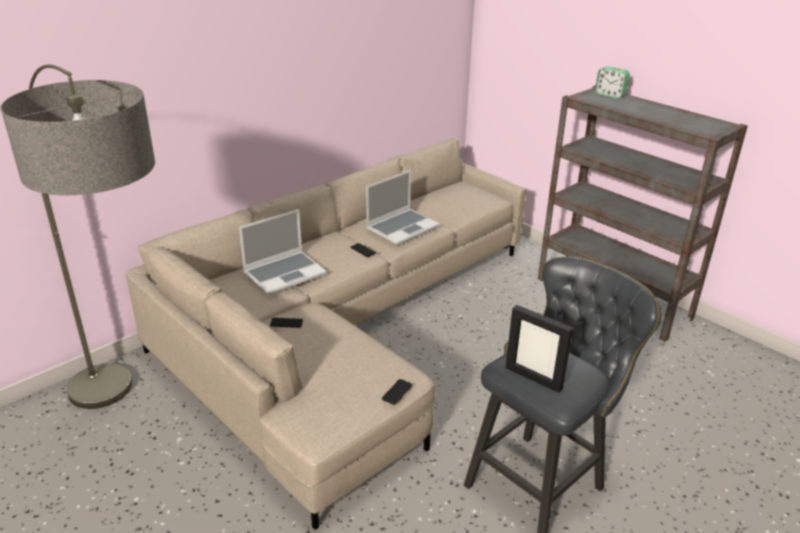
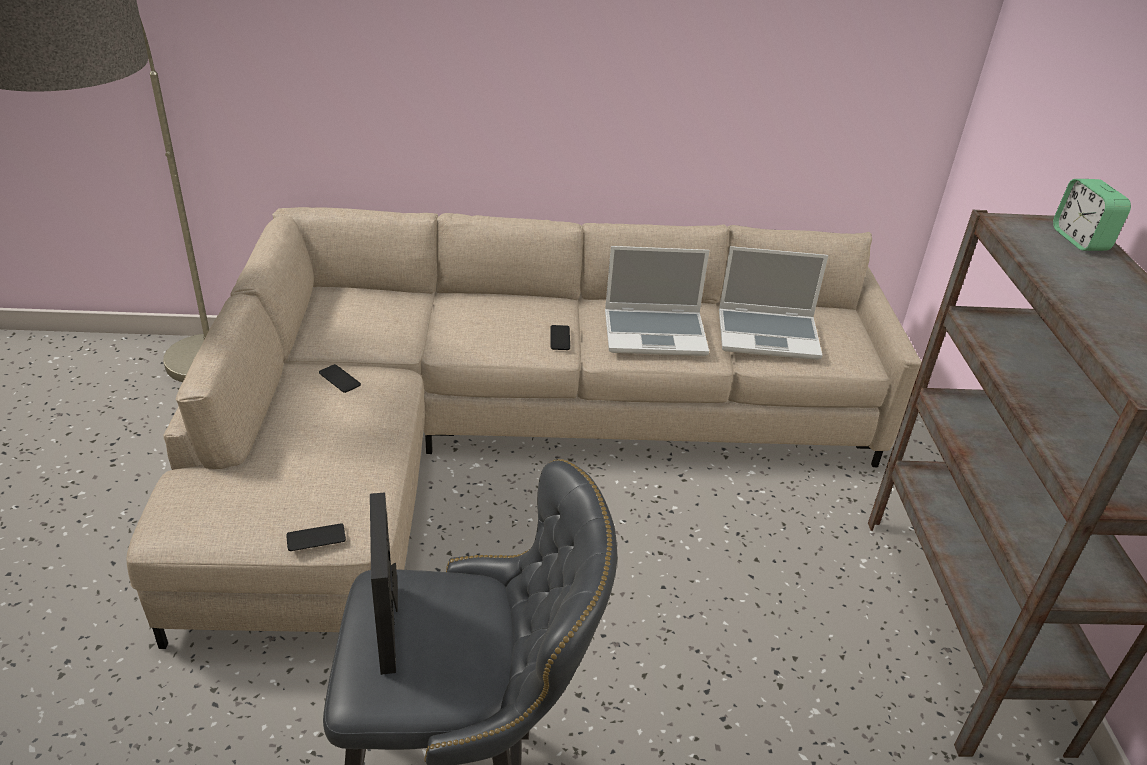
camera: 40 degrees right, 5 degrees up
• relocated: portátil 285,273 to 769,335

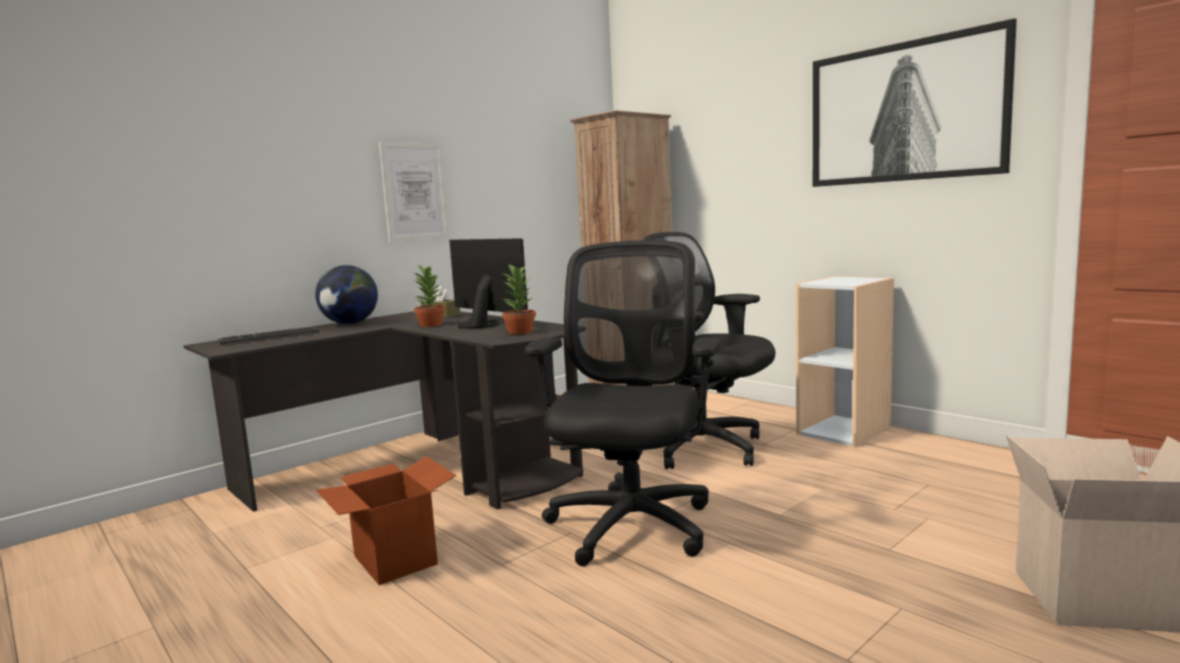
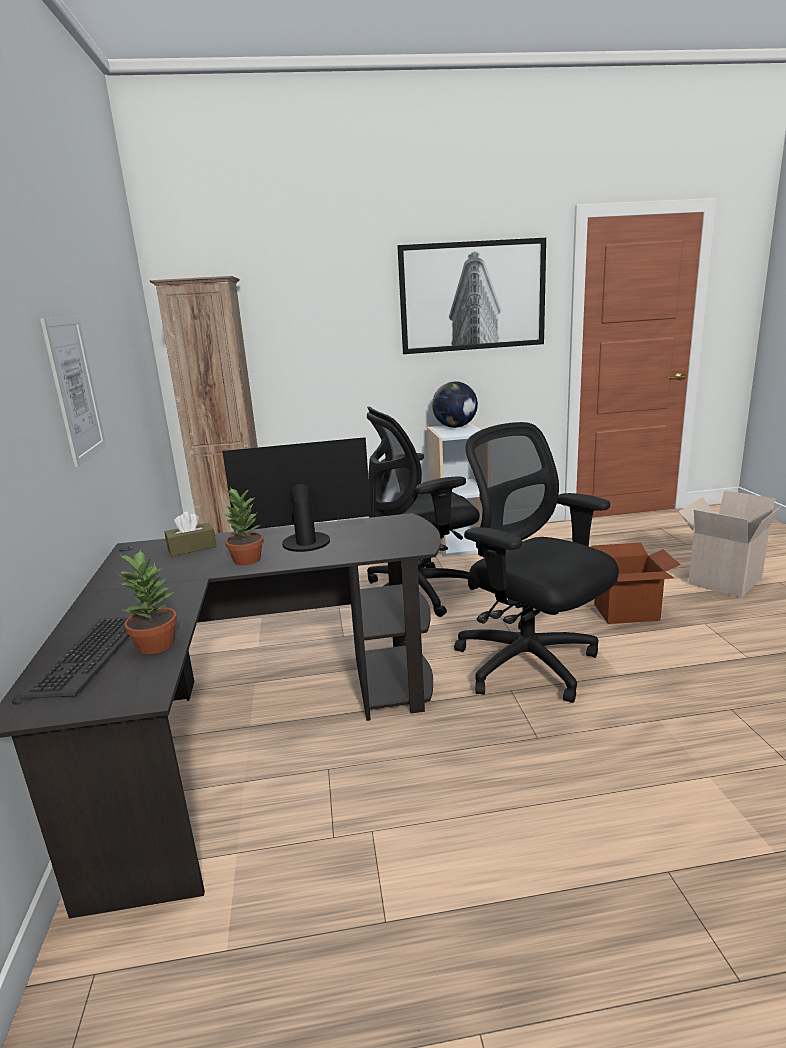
camera: 55 degrees left, 10 degrees up
• relocated: planta en maceta 520,332 to 155,644
• relocated: globo terráqueo 350,323 to 455,427
• relocated: caja de cartón 394,560 to 625,612

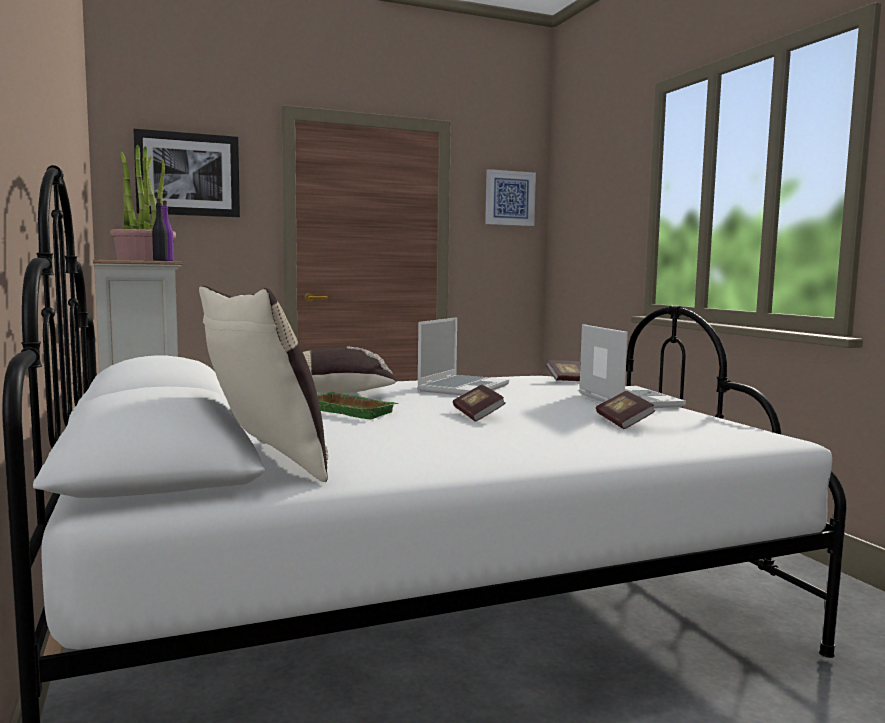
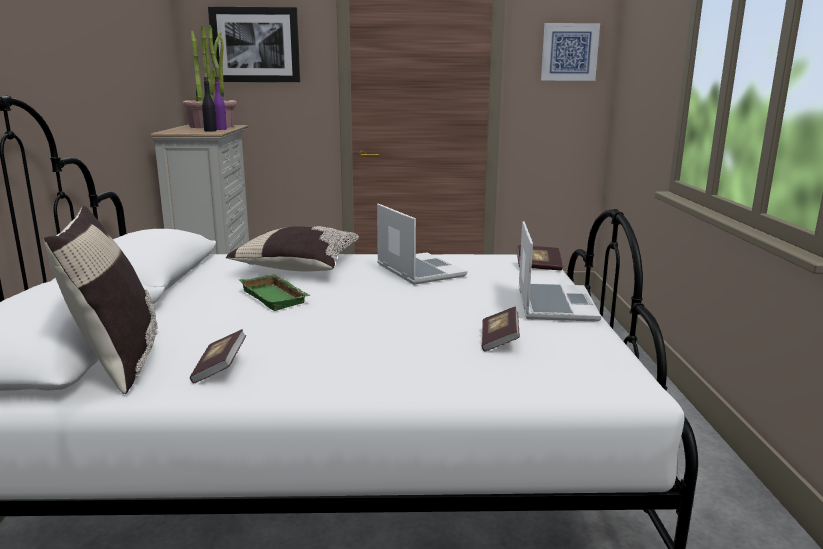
camera: 20 degrees right, 10 degrees up
• relocated: libro 478,415 to 220,369
• spun: portátil 463,388 = 418,270 75 degrees counterclockwise

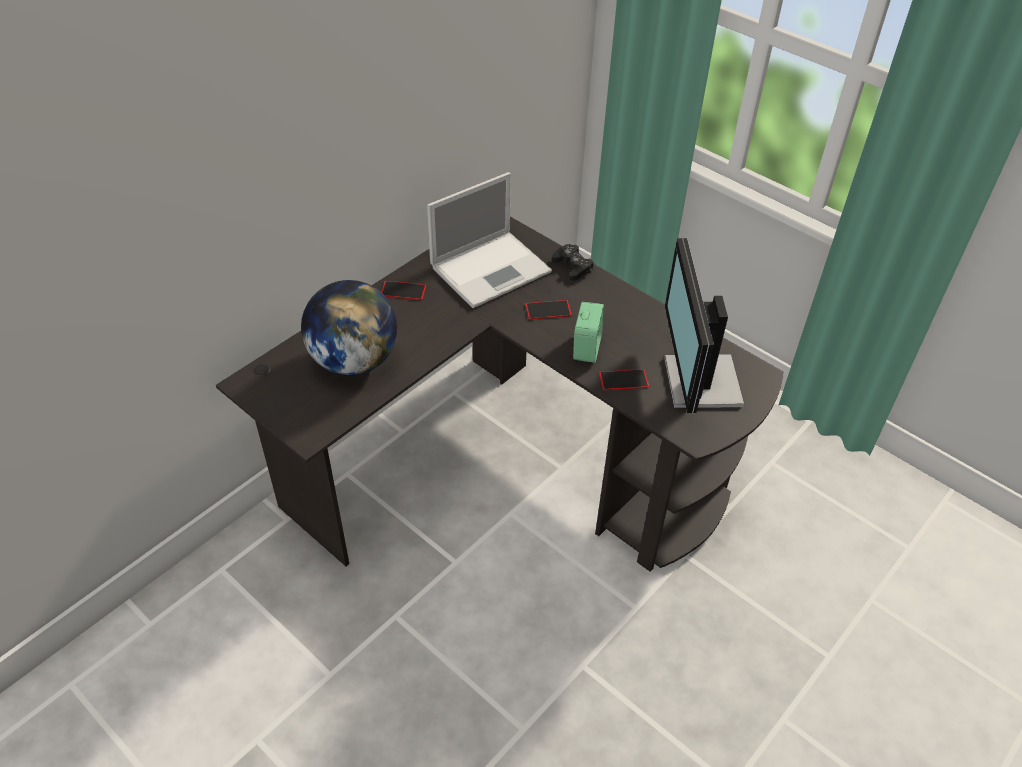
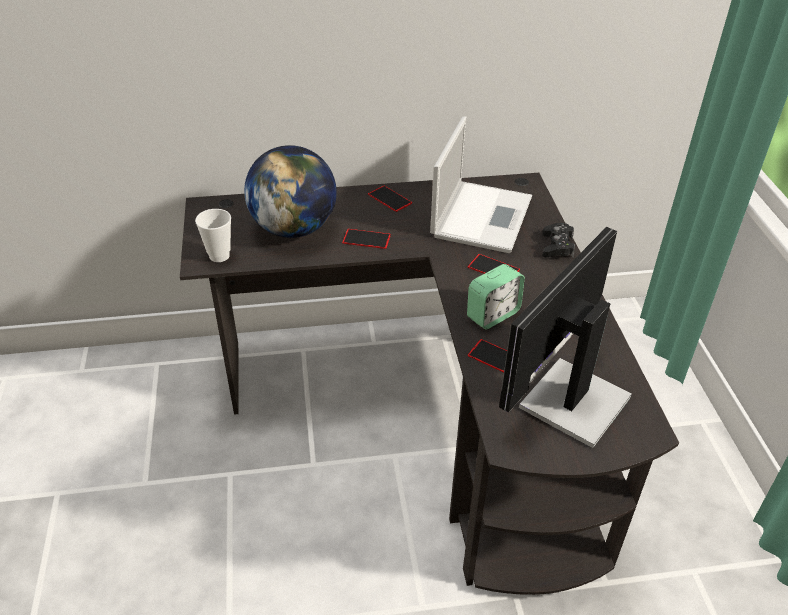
camera: 40 degrees right, 5 degrees down
• appeared: taza 219,256
• appeared: móvil 366,239
• spun: portátil 492,268 = 482,215 75 degrees counterclockwise

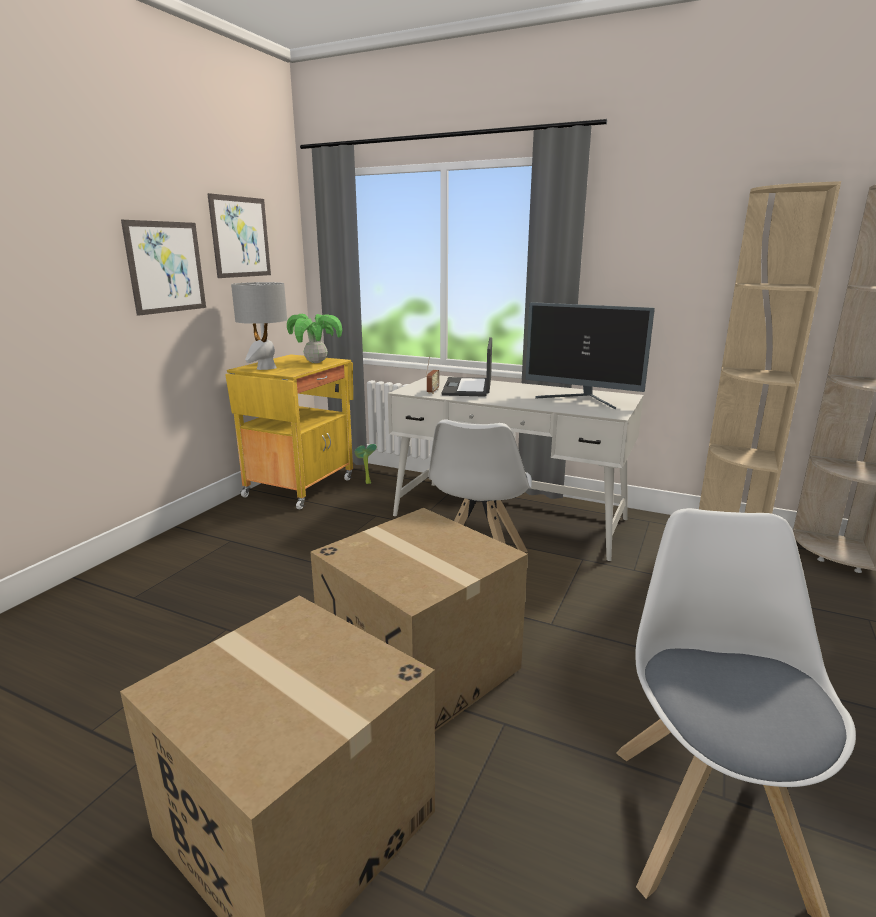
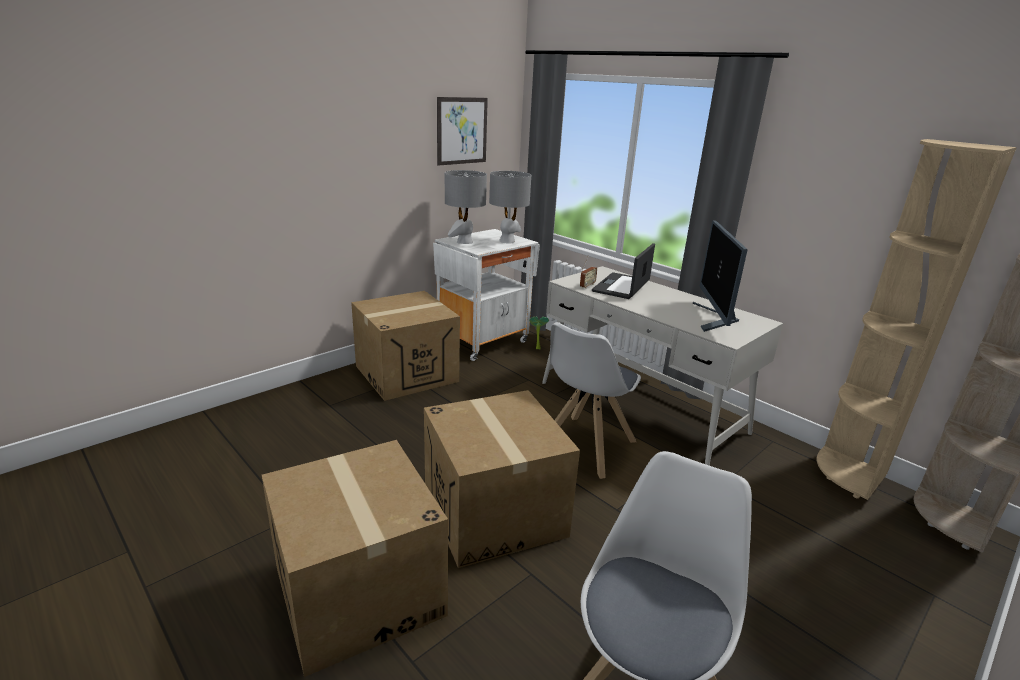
camera: 20 degrees right, 5 degrees up
• appeared: caja de cartón 406,373
• colour: carrito/amarillo 301,487 to carrito/blanco 483,341
• exchanged: planta en maceta 316,362 to lámpara de mesa/gris 507,241
• spun: monitor 582,400 = 714,319 45 degrees clockwise
• missing: cuadro 166,267

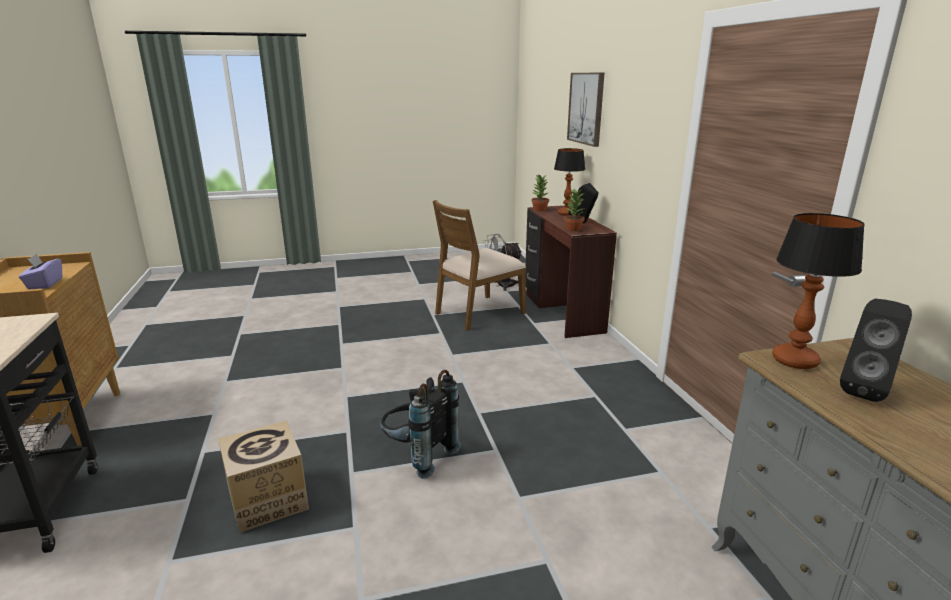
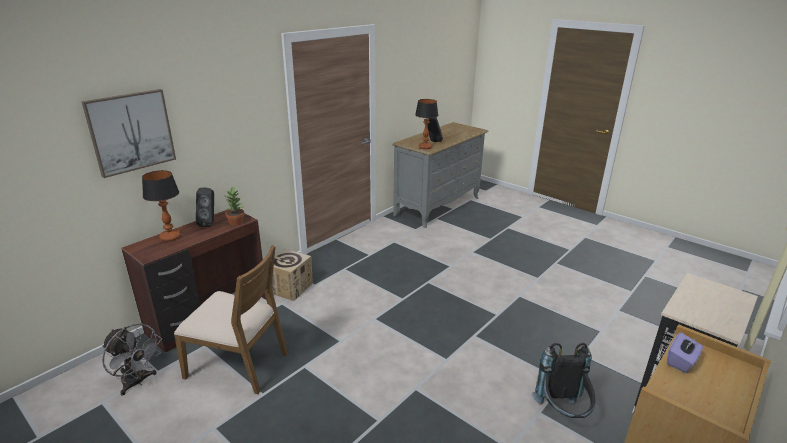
camera: 125 degrees left, 5 degrees up
• relocated: caja de cartón 268,500 to 290,288
• relocated: mochila/negro 418,456 to 562,413
• missing: planta en maceta 539,209

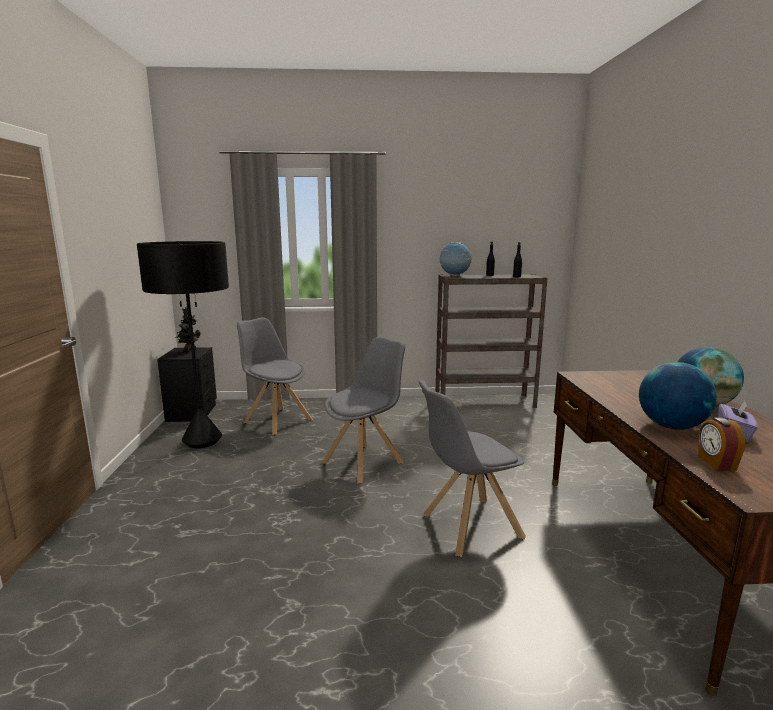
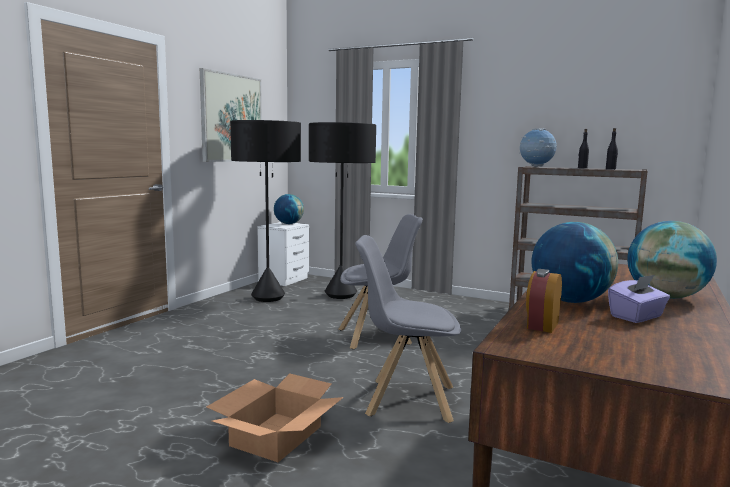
camera: 30 degrees right, 5 degrees down
• appeared: cuadro 231,118
• appeared: caja de cartón 276,436
• colour: mesita de noche/negro 193,412 to mesita de noche/blanco 285,279
• exchanged: planta en maceta 189,350 to globo terráqueo 288,224
• exchanged: silla/gris 275,420 to lámpara de pie/negro 340,295

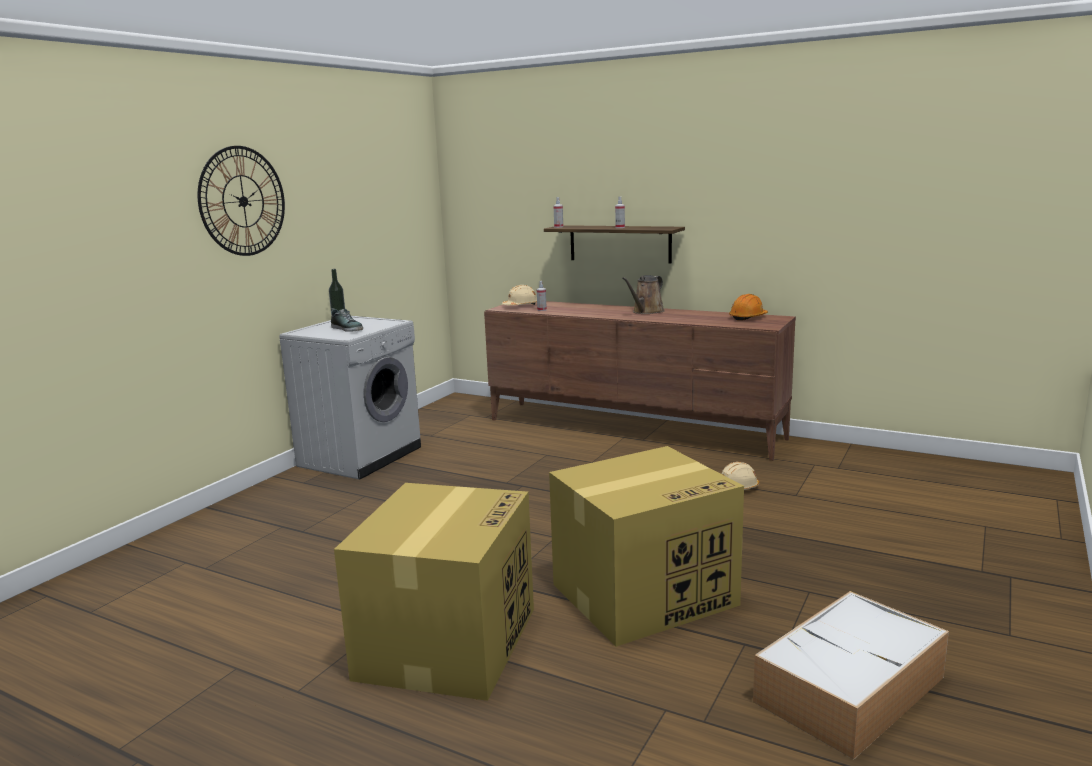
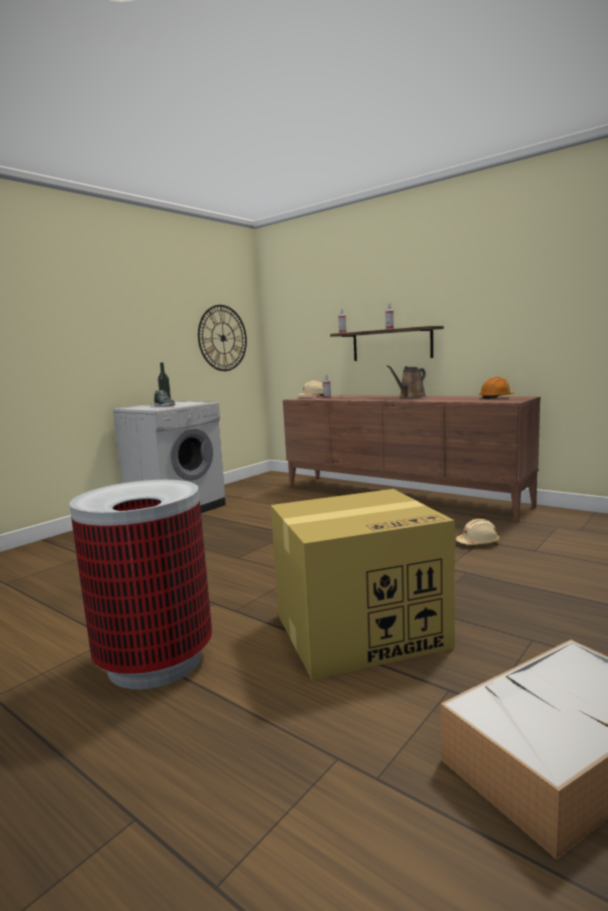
camera: 10 degrees right, 5 degrees down
• exchanged: caja de cartón 448,641 to papelera 155,660
• relocated: reloj de pared 243,201 to 223,338

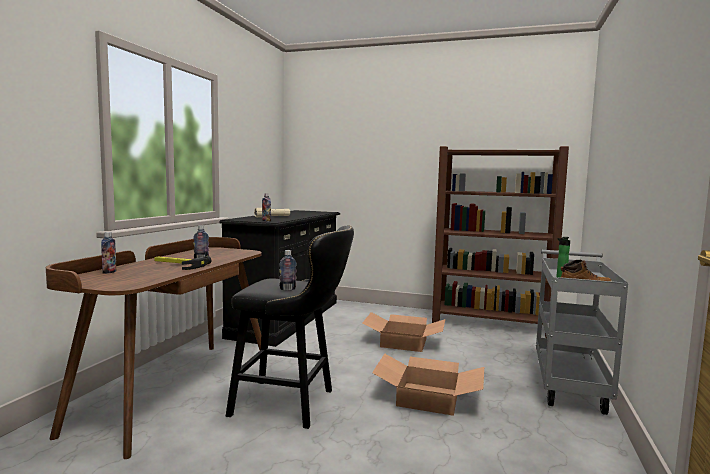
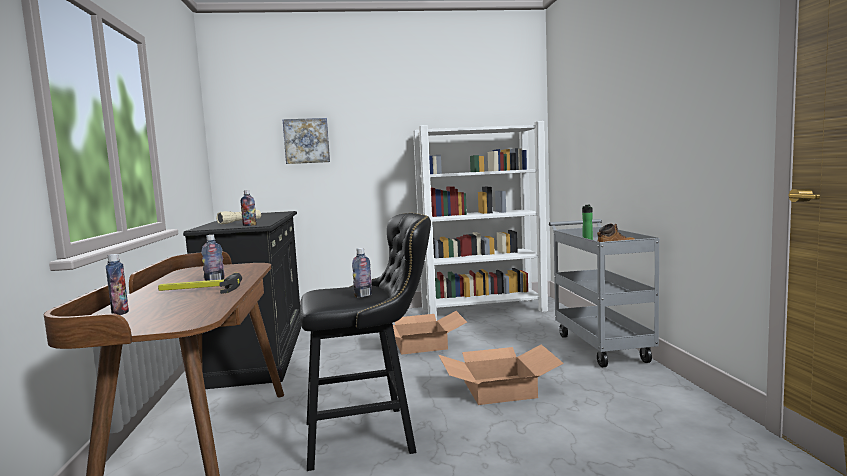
camera: 25 degrees left, 0 degrees up
• appeared: cuadro 306,141
• colour: estantería/marrón 491,324 to estantería/blanco 483,309

